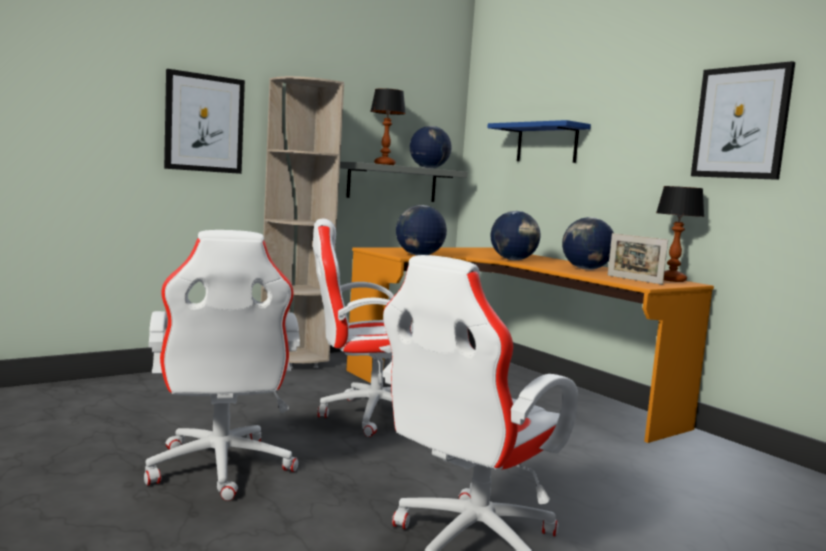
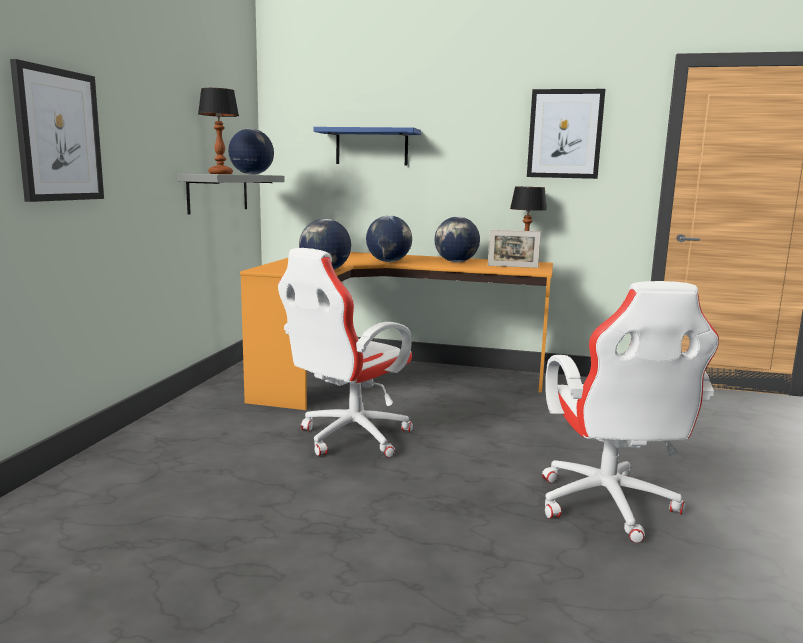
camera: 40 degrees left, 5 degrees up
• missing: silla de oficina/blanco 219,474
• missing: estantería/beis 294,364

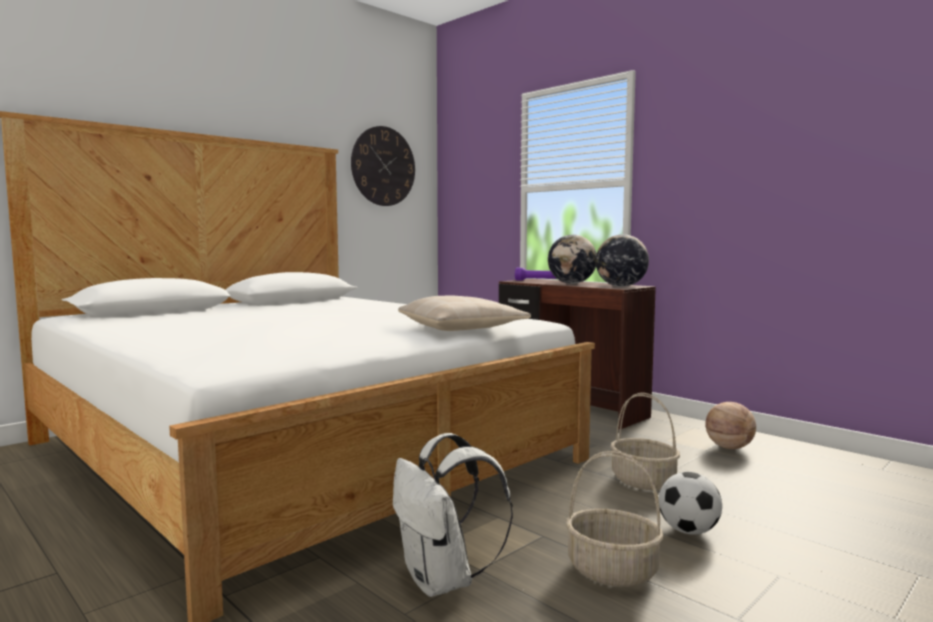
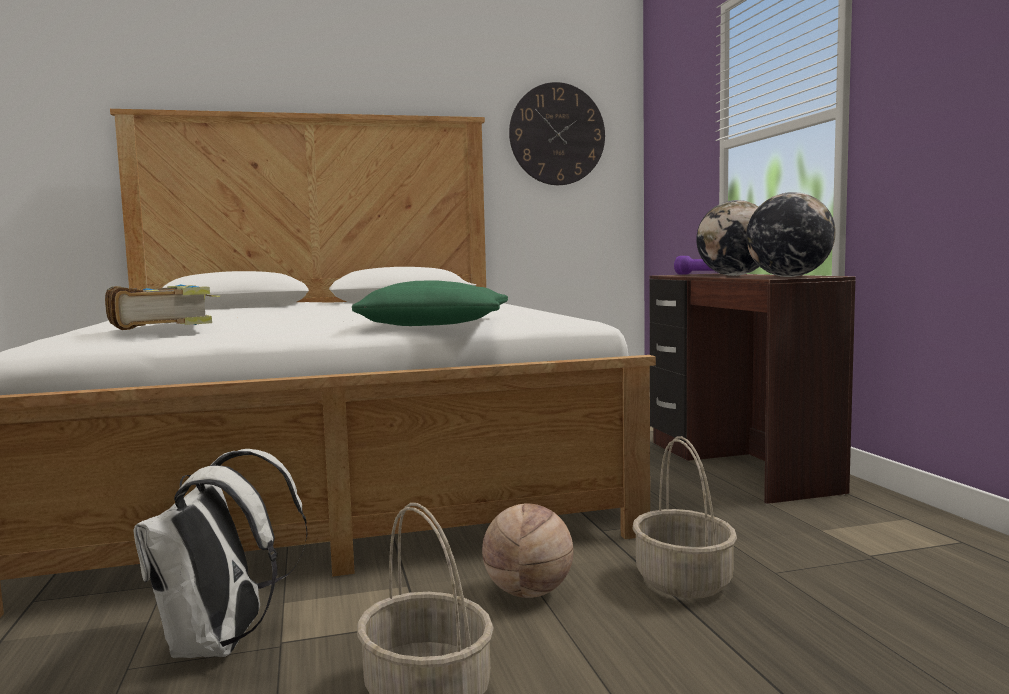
camera: 30 degrees right, 0 degrees up
• appeared: libro 161,324
• colour: cojín/beis 462,328 to cojín/verde 437,324
• relocated: balón de baloncesto 729,448 to 529,593
• missing: balón de fútbol 688,531

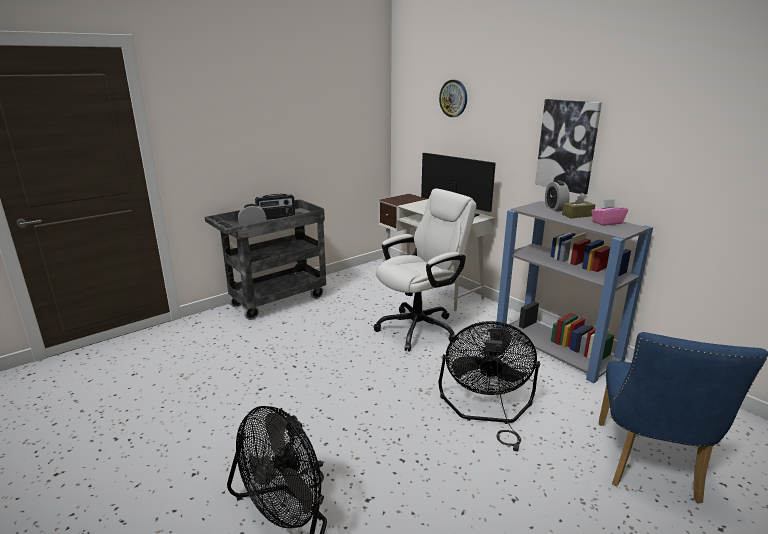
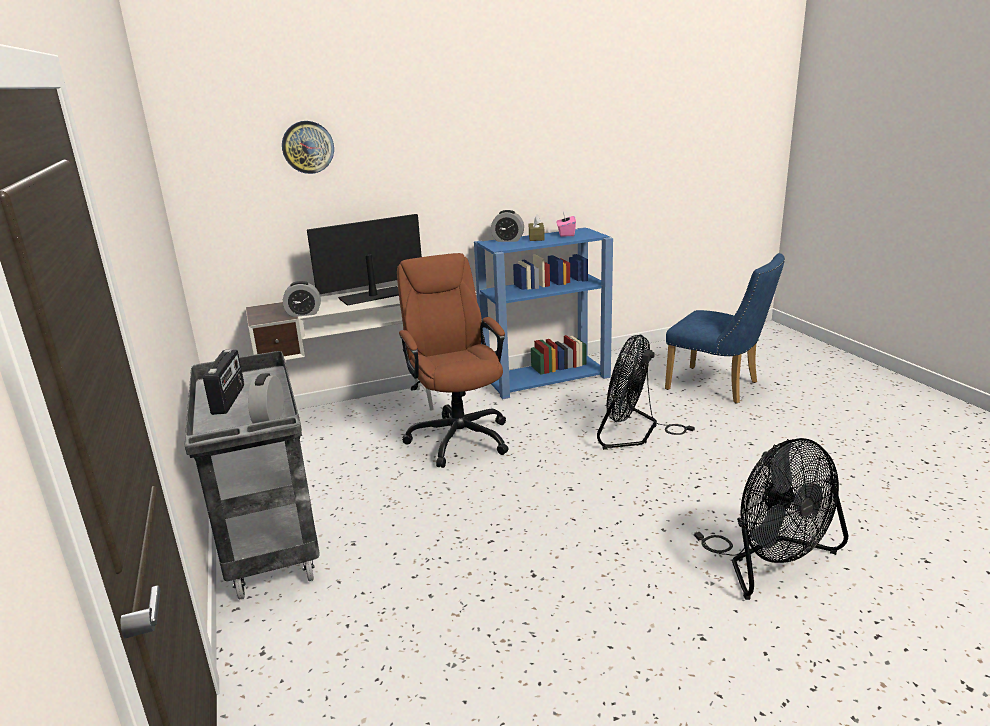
camera: 70 degrees left, 0 degrees up
• appeared: despertador 303,314
• colour: silla de oficina/blanco 420,328 to silla de oficina/marrón 457,437
• colour: estantería/gris 557,348 to estantería/azul 546,377
• missing: cuadro 567,146

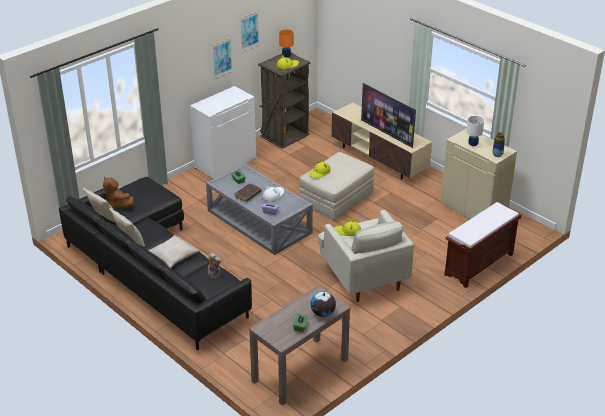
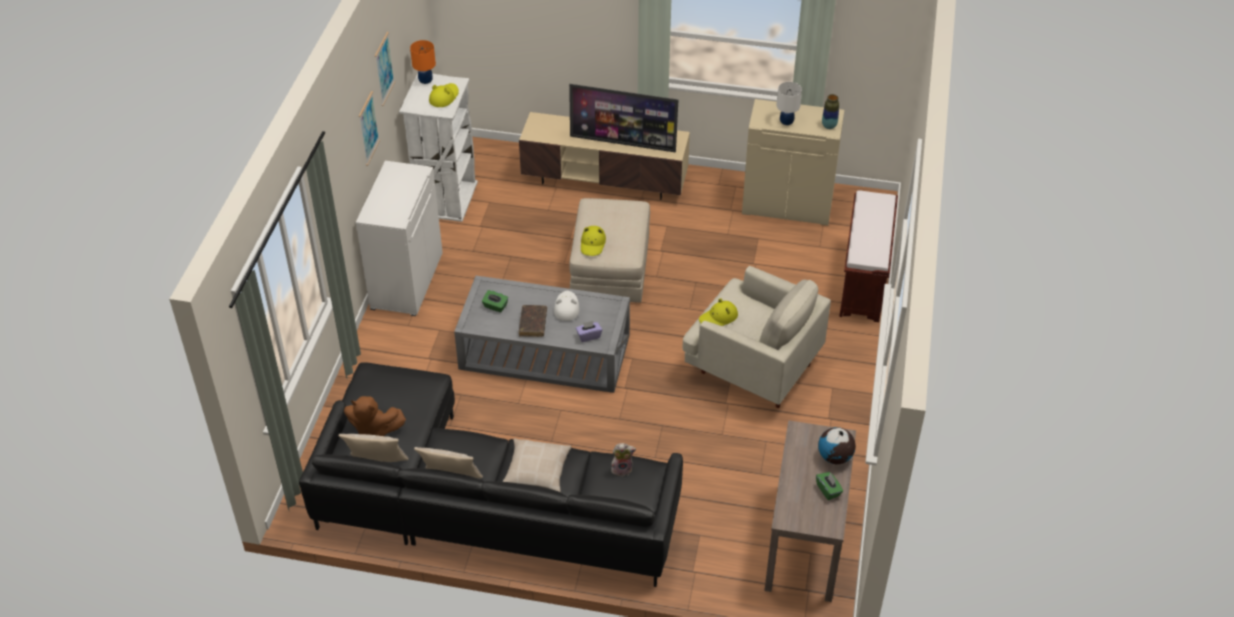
camera: 35 degrees left, 10 degrees up
• colour: estantería/marrón 285,135 to estantería/blanco 445,198

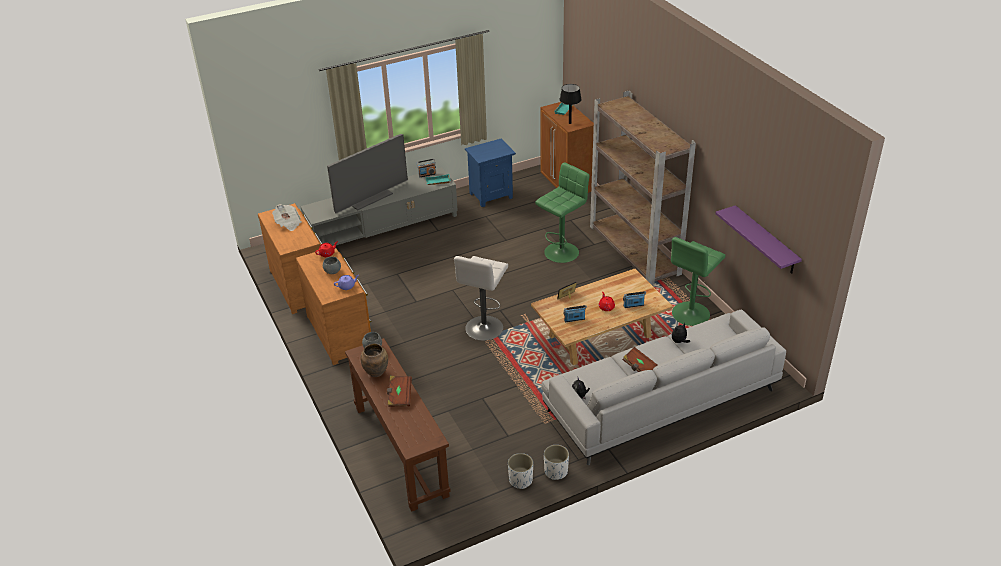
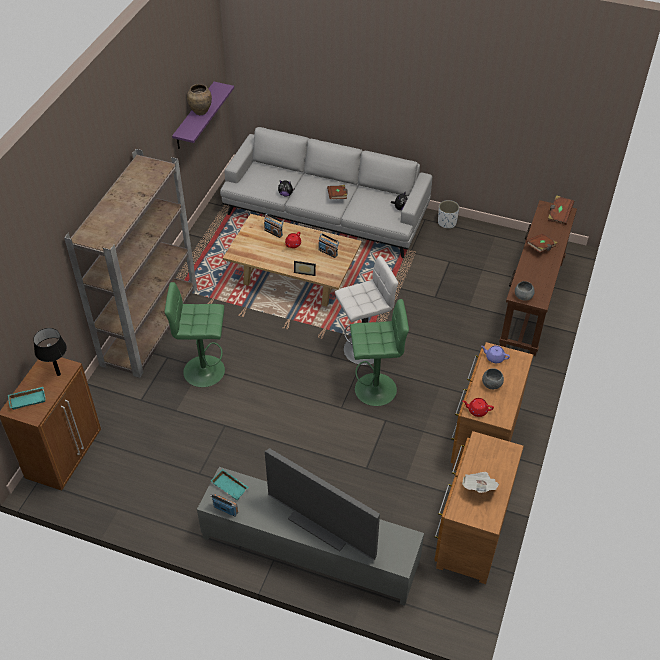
camera: 135 degrees left, 10 degrees up
• relocated: florero/marrón 376,372 to 200,112
• spun: televisor 369,197 = 323,524 150 degrees counterclockwise
• relocated: taburete/verde 690,314 to 376,390
• appeared: libro/marrón 559,214
• missing: mesita de noche/azul 492,196
• missing: maceta/blanco 520,480

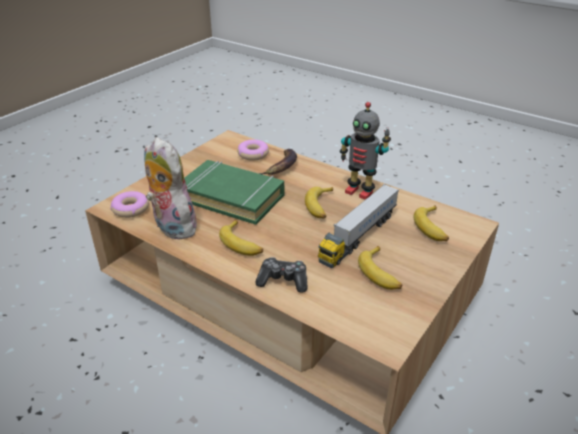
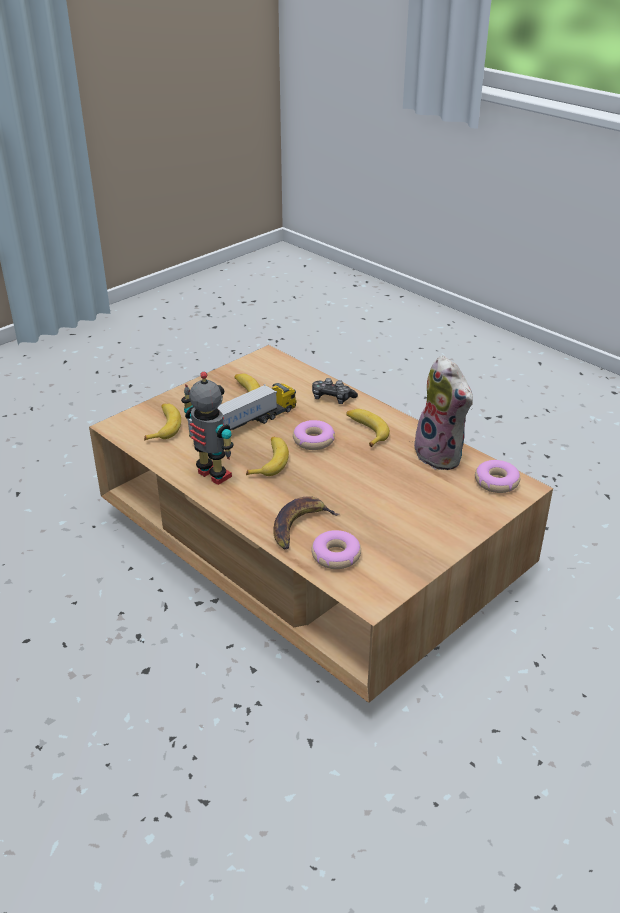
camera: 170 degrees left, 0 degrees up
• appeared: rosquilla 314,440
• missing: libro/verde 231,197

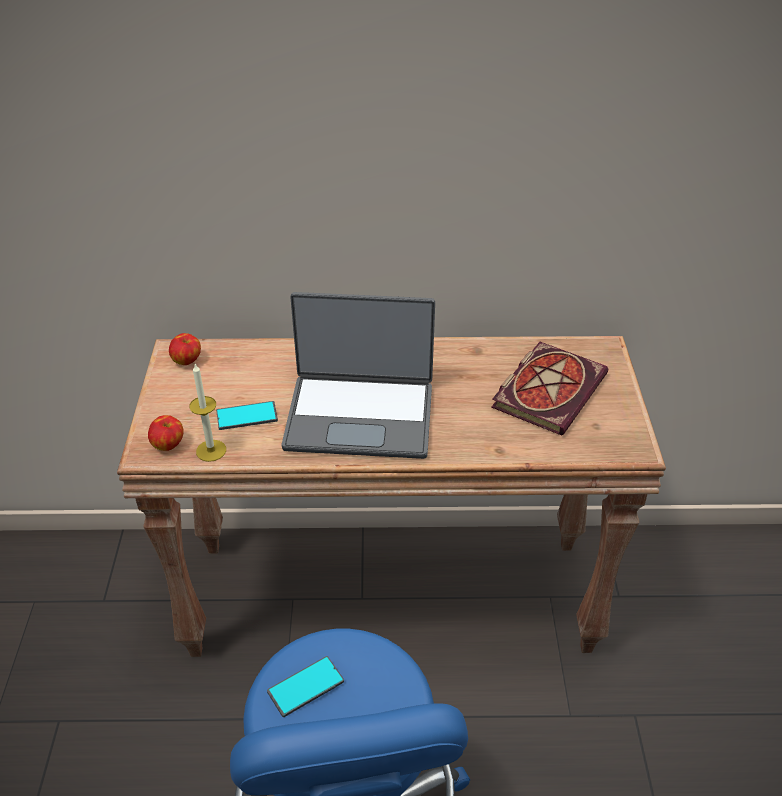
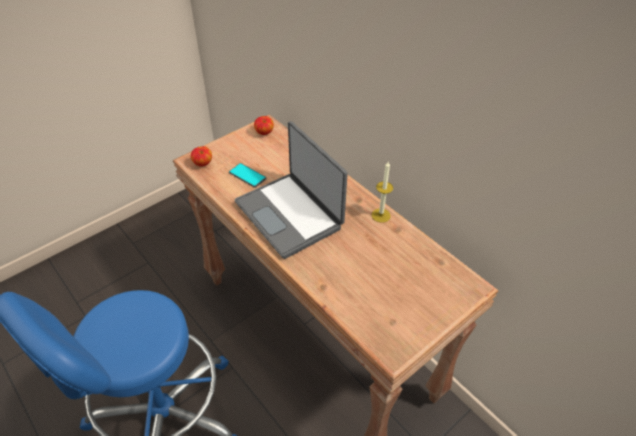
camera: 50 degrees right, 5 degrees up
• relocated: vela 211,450 to 381,215
• missing: móvil 306,687
• missing: libro 548,389

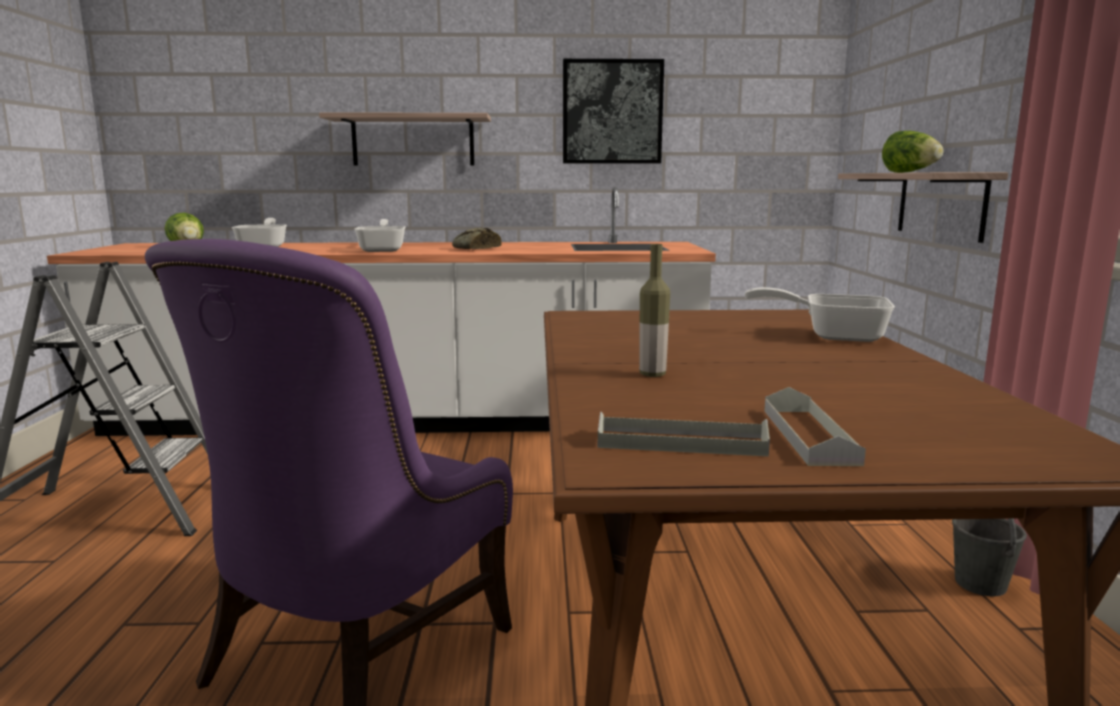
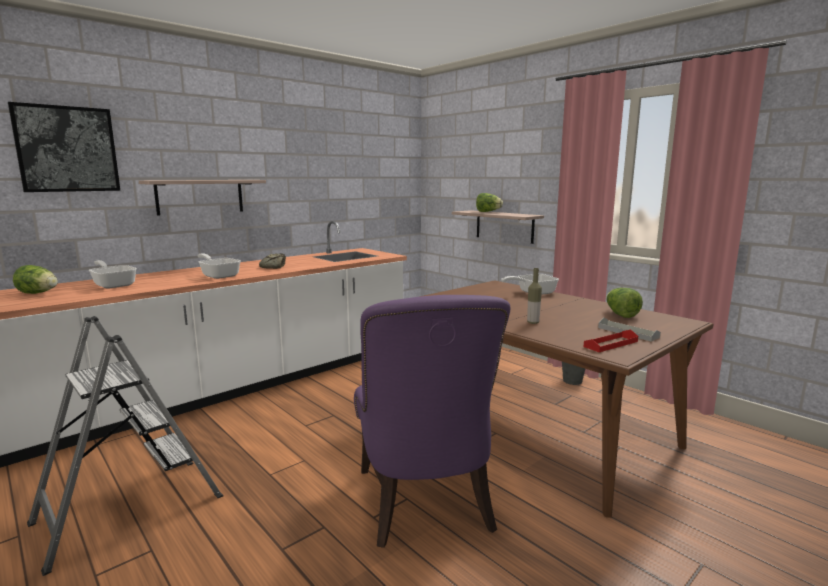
camera: 40 degrees left, 0 degrees up
• relocated: cuadro 612,112 to 67,149
• colour: bandeja/gris 681,442 to bandeja/rojo 611,344
• appeared: lechuga 620,314

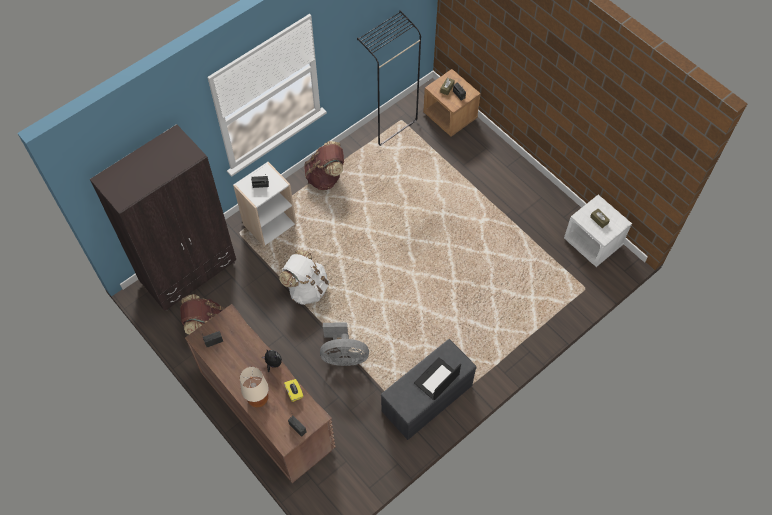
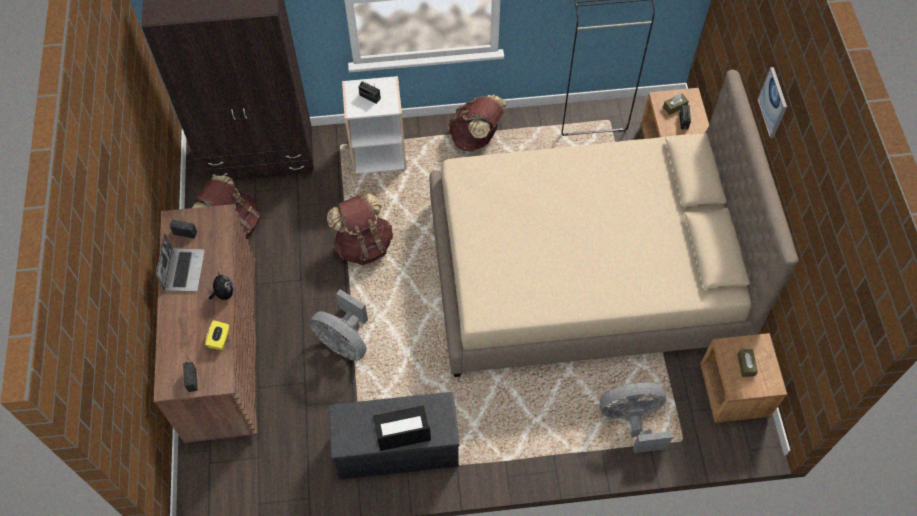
camera: 35 degrees right, 0 degrees up
• appeared: portátil 184,270
• colour: mochila/blanco 307,288 to mochila/marrón 363,245
• appeared: cama/beis 584,272
• appeared: ventilador/gris 632,420
• colour: mesita de noche/blanco 593,243 to mesita de noche/marrón 734,391
• appeared: cuadro 773,102
• missing: lámpara de mesa/beis 258,399

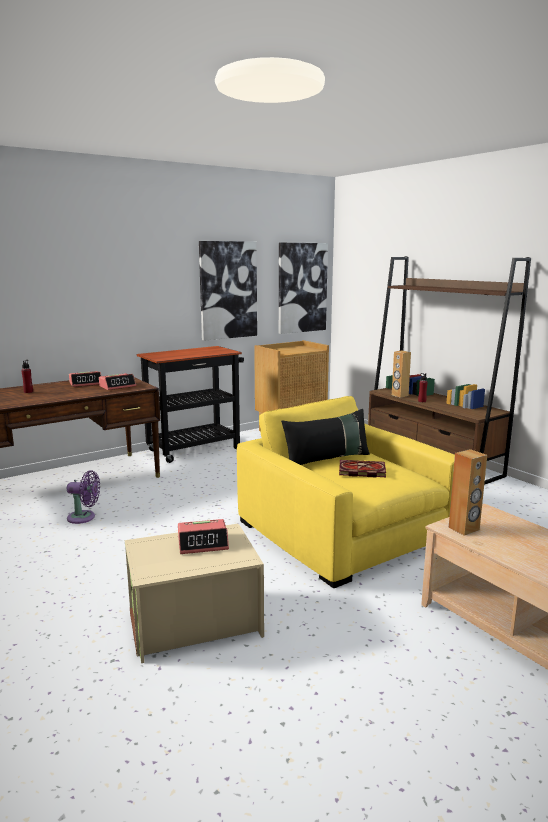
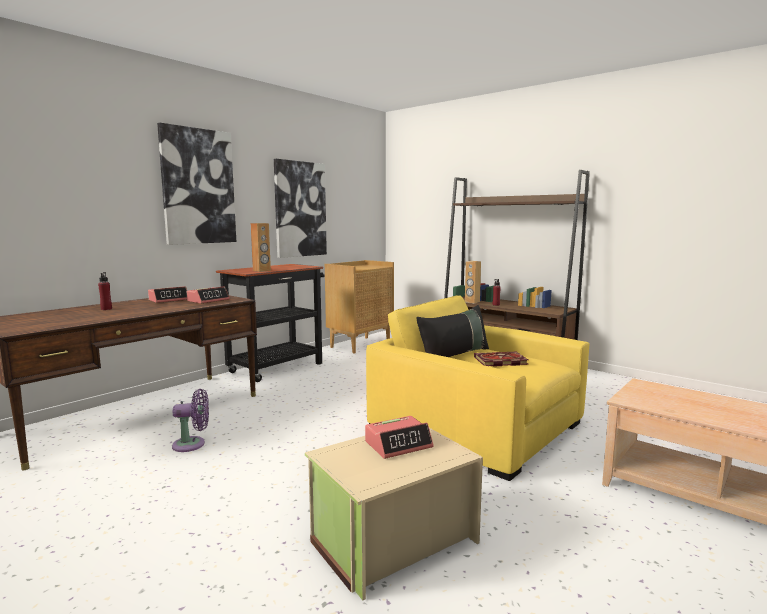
camera: 15 degrees left, 5 degrees down
• relocated: cuadro 302,288 to 198,186
• relocated: altavoz/marrón 464,529 to 261,270

